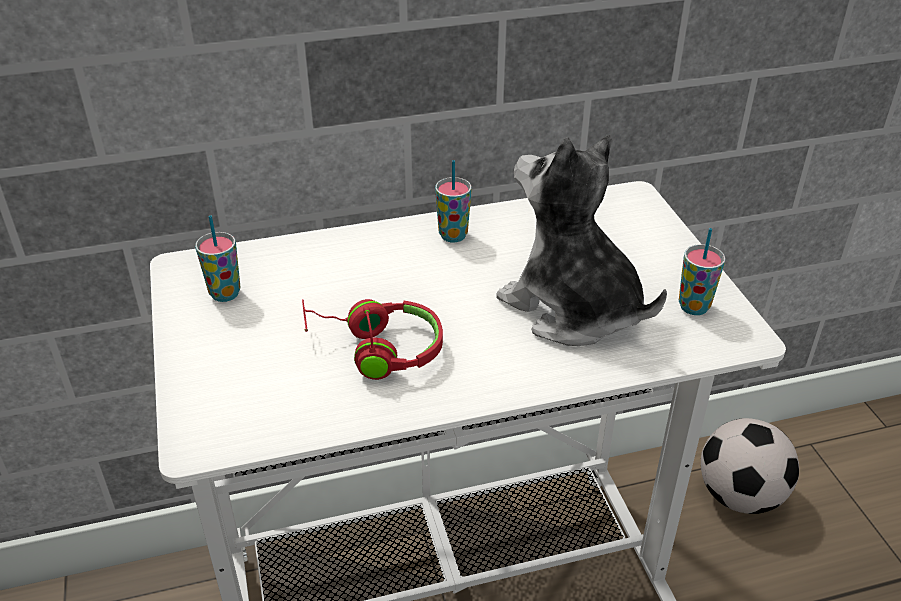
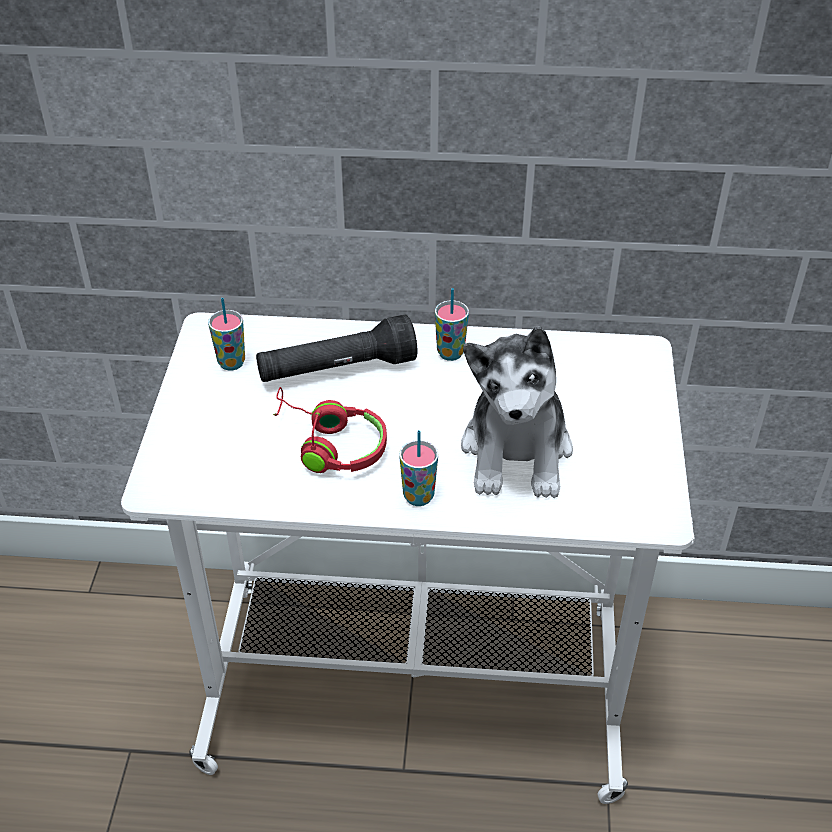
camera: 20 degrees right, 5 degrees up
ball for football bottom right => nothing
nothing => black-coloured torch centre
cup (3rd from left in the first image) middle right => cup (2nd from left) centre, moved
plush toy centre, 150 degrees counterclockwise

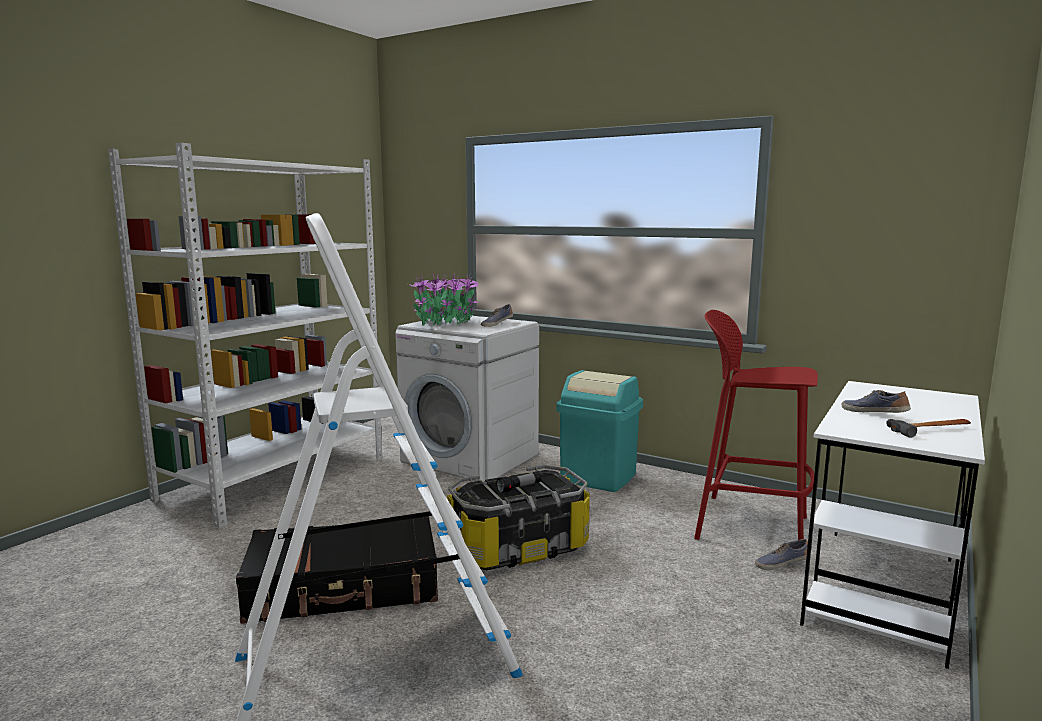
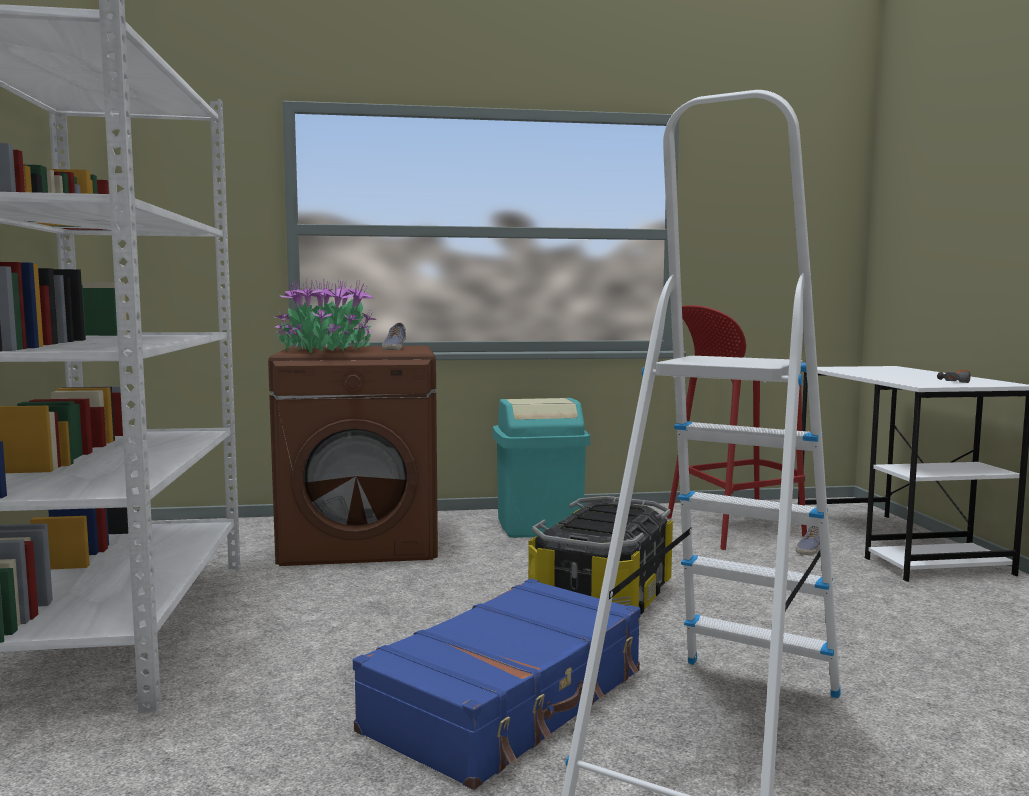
camera: 40 degrees left, 5 degrees down
torch bottom centre => nothing
low shoe (3rd from left) middle right => nothing
black-coloured suitcase bottom left => blue suitcase bottom centre
white-coloured laundry machine centre => brownish laundry machine centre

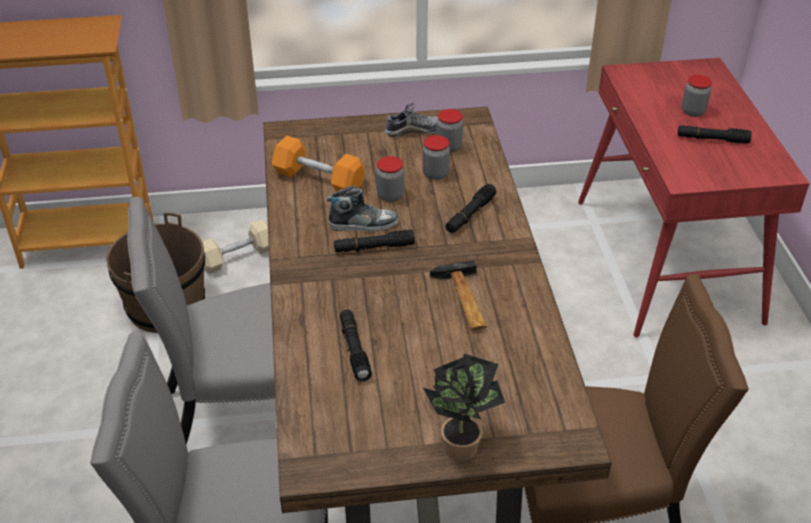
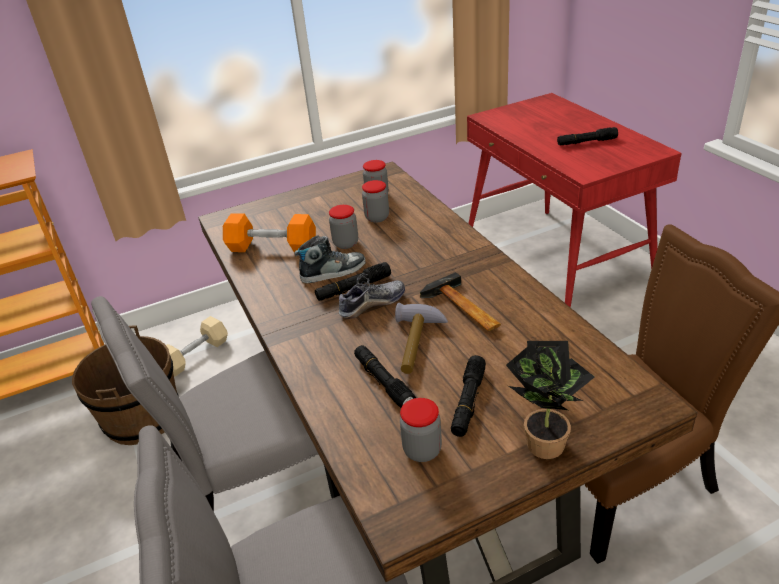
camera: 15 degrees left, 5 degrees down
nothing => hammer (1st from left) centre
low shoe (2nd from left) top centre => low shoe (2nd from left) centre, moved
black-coloured torch (3rd from left) centre => black-coloured torch (3rd from left) bottom centre, moved
preserve jar (4th from left) top right => preserve jar (4th from left) bottom centre, moved

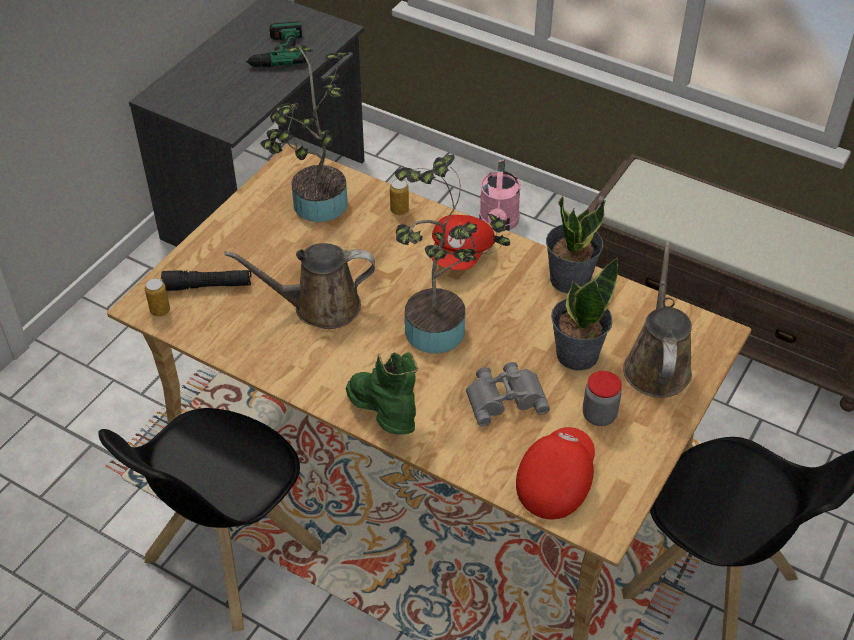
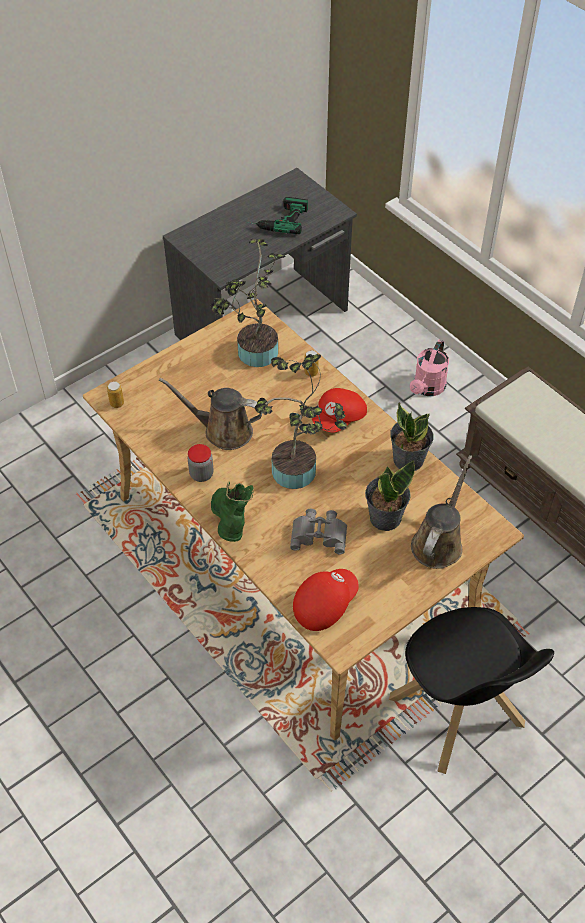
camera: 20 degrees right, 5 degrees up
black-coloured upright chair (1st from left) bottom left => nothing
black-coloured torch middle left => nothing
preserve jar middle right => preserve jar centre, moved

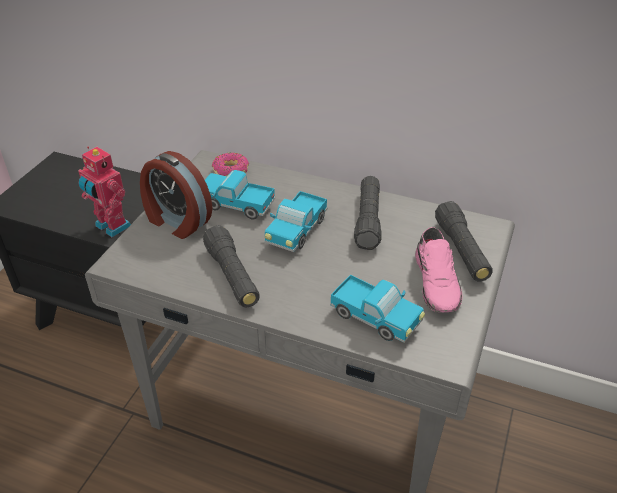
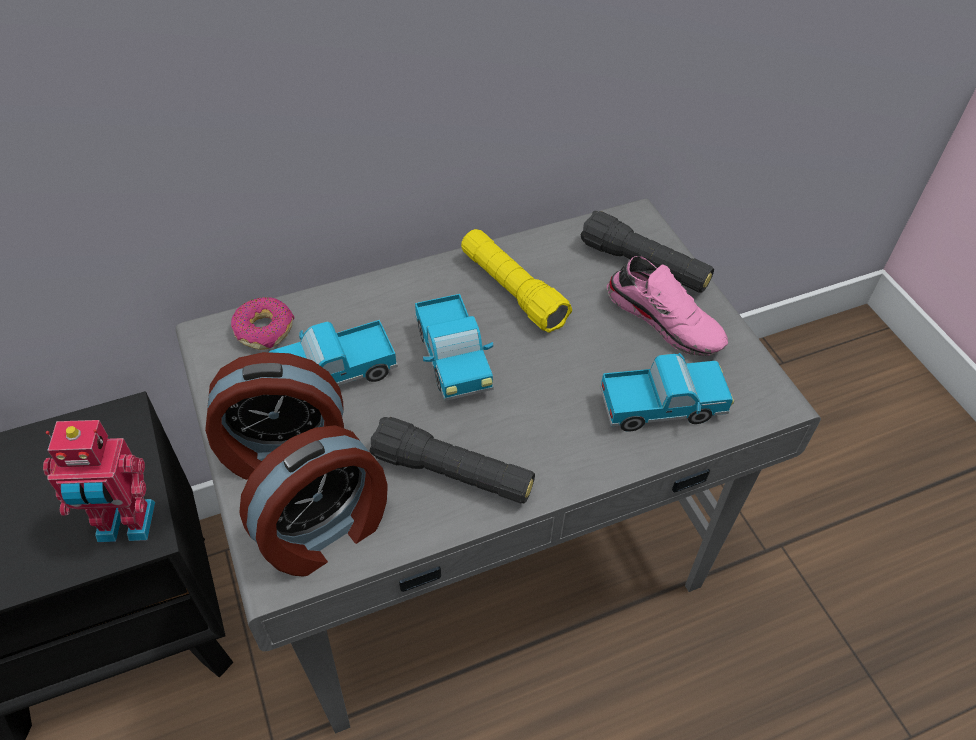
camera: 45 degrees left, 10 degrees up
nothing => bedside clock (2nd from left) bottom left
black-coloured torch (2nd from left) centre => yellow torch centre

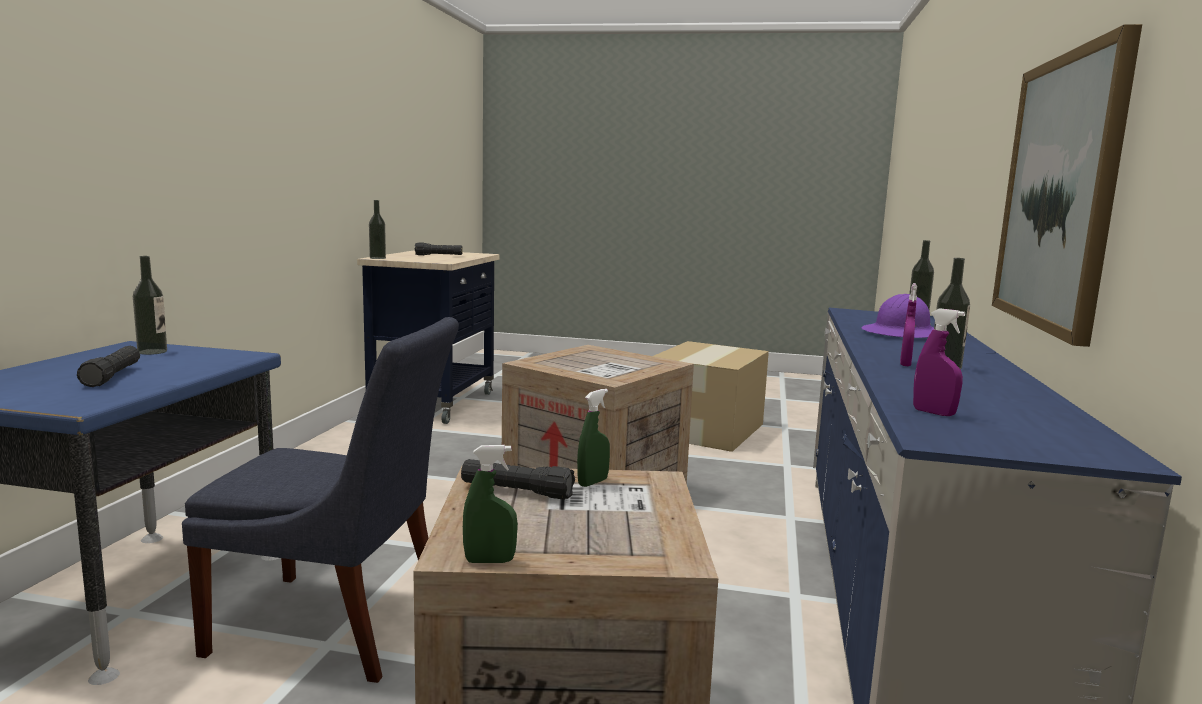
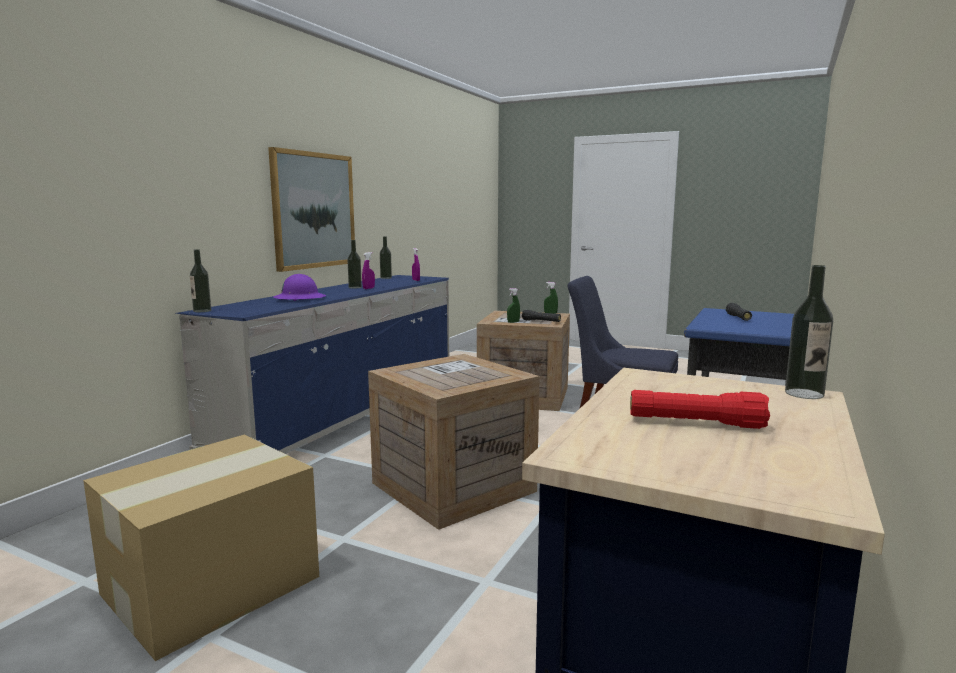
camera: 165 degrees left, 0 degrees up
drink bottle (1st from left in the first image) middle left => drink bottle (3rd from left) centre, moved
black-coloured torch (2nd from left) centre => reddish torch middle right

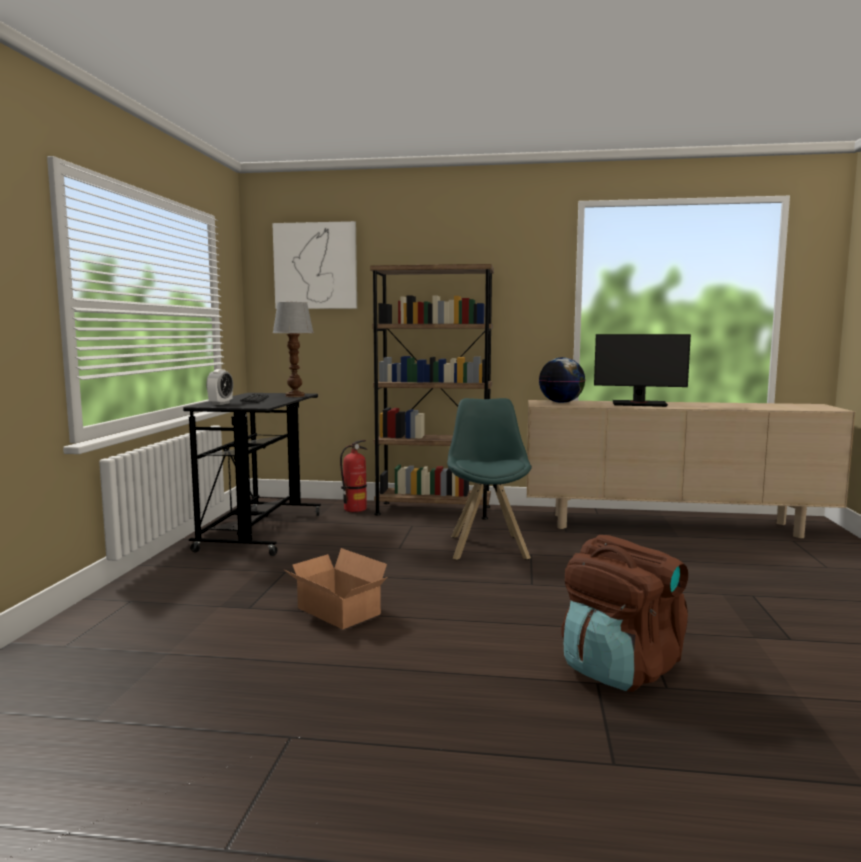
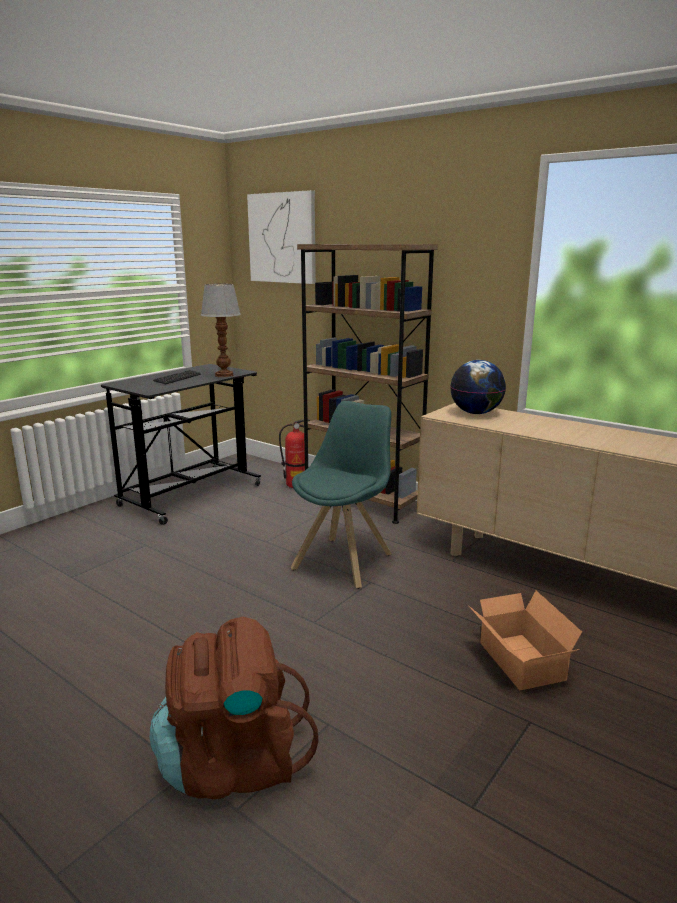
camera: 30 degrees right, 10 degrees up
bedside clock middle left => nothing
monitor middle right => nothing
cardboard box bottom centre => cardboard box bottom right, moved

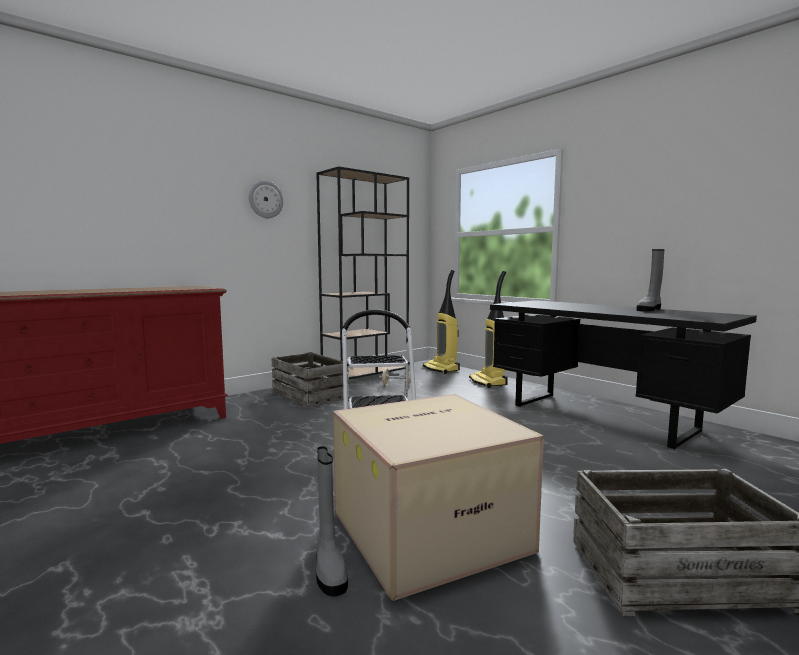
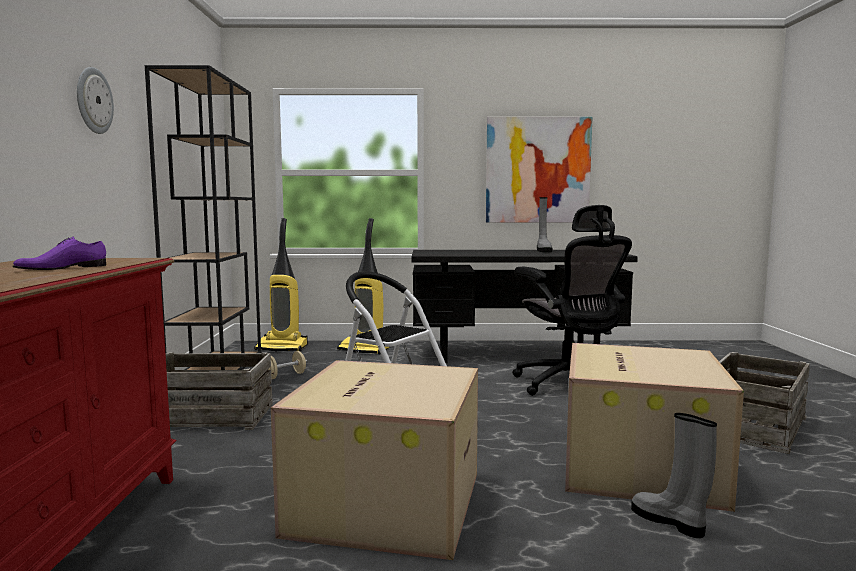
camera: 50 degrees left, 0 degrees up
nothing => purple low shoe middle left
nothing => cardboard box (1st from left) bottom centre
nothing => wall picture top centre
nothing => computer chair middle right
greyish tall boot (1st from left in the first image) bottom centre => greyish tall boot (2nd from left) bottom right, 150 degrees counterclockwise

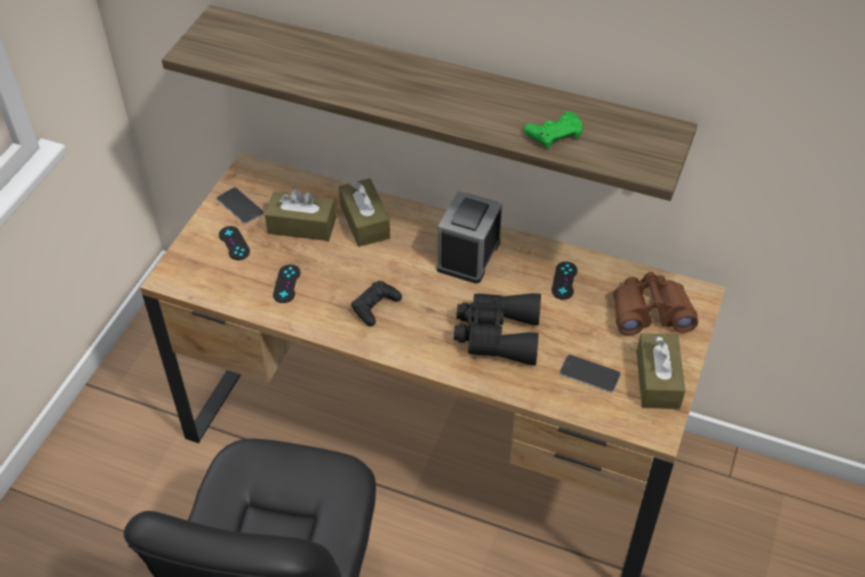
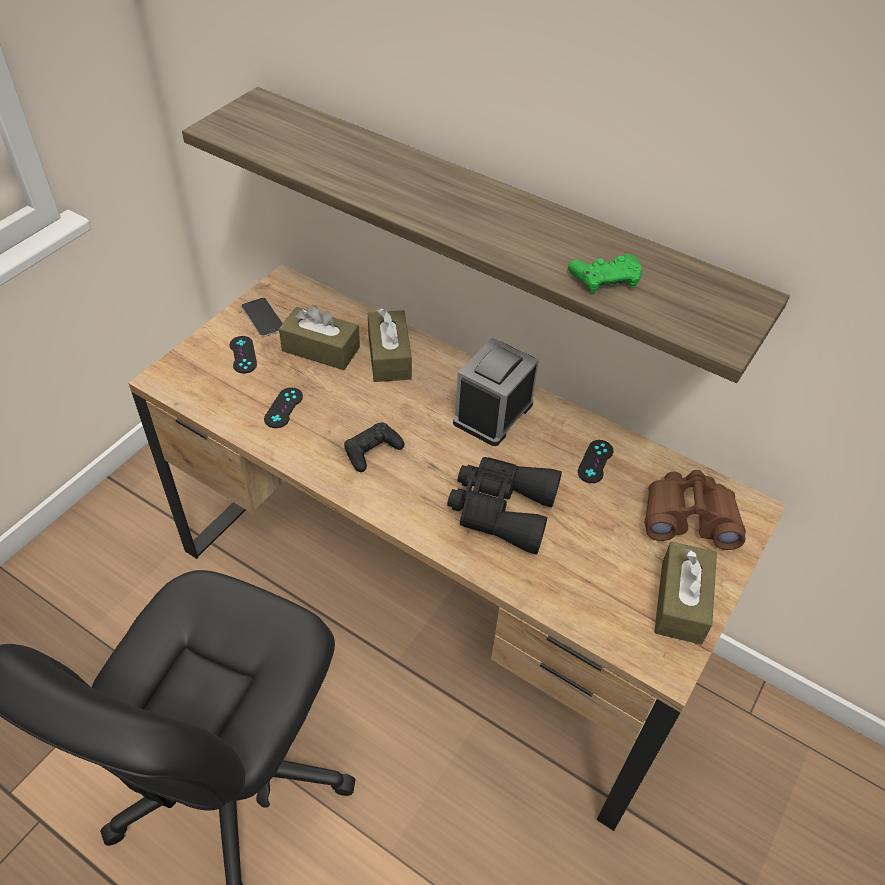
camera: 10 degrees right, 0 degrees up
phone (2nd from left) middle right => nothing

